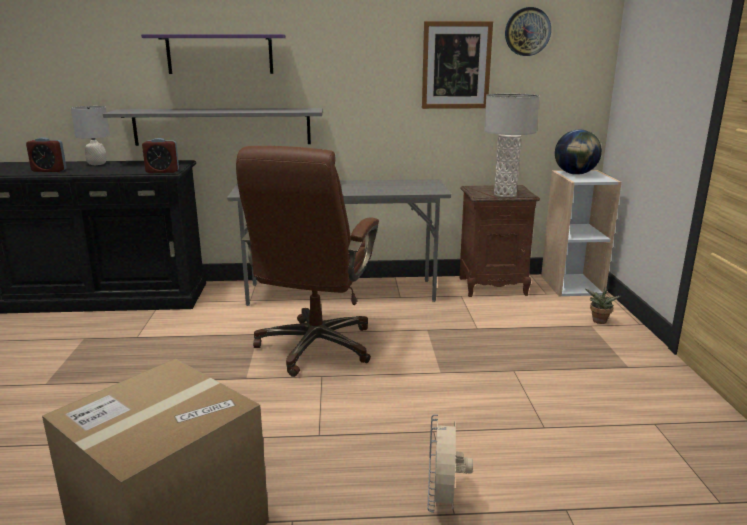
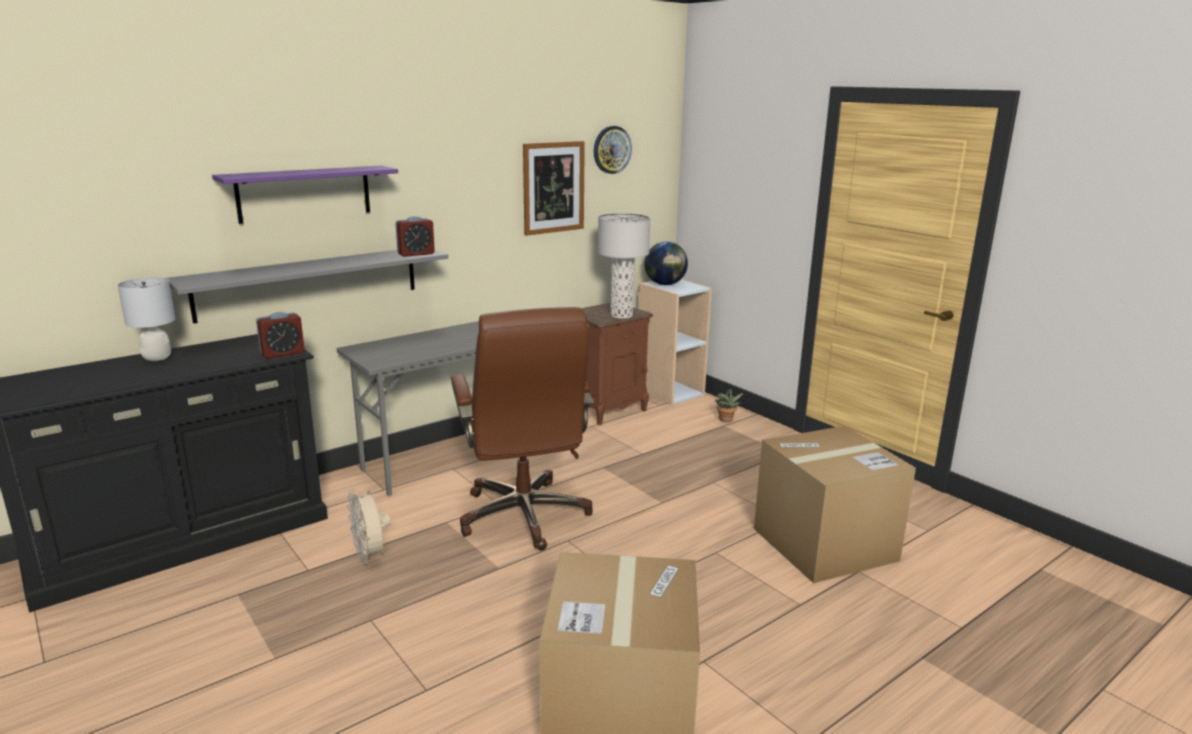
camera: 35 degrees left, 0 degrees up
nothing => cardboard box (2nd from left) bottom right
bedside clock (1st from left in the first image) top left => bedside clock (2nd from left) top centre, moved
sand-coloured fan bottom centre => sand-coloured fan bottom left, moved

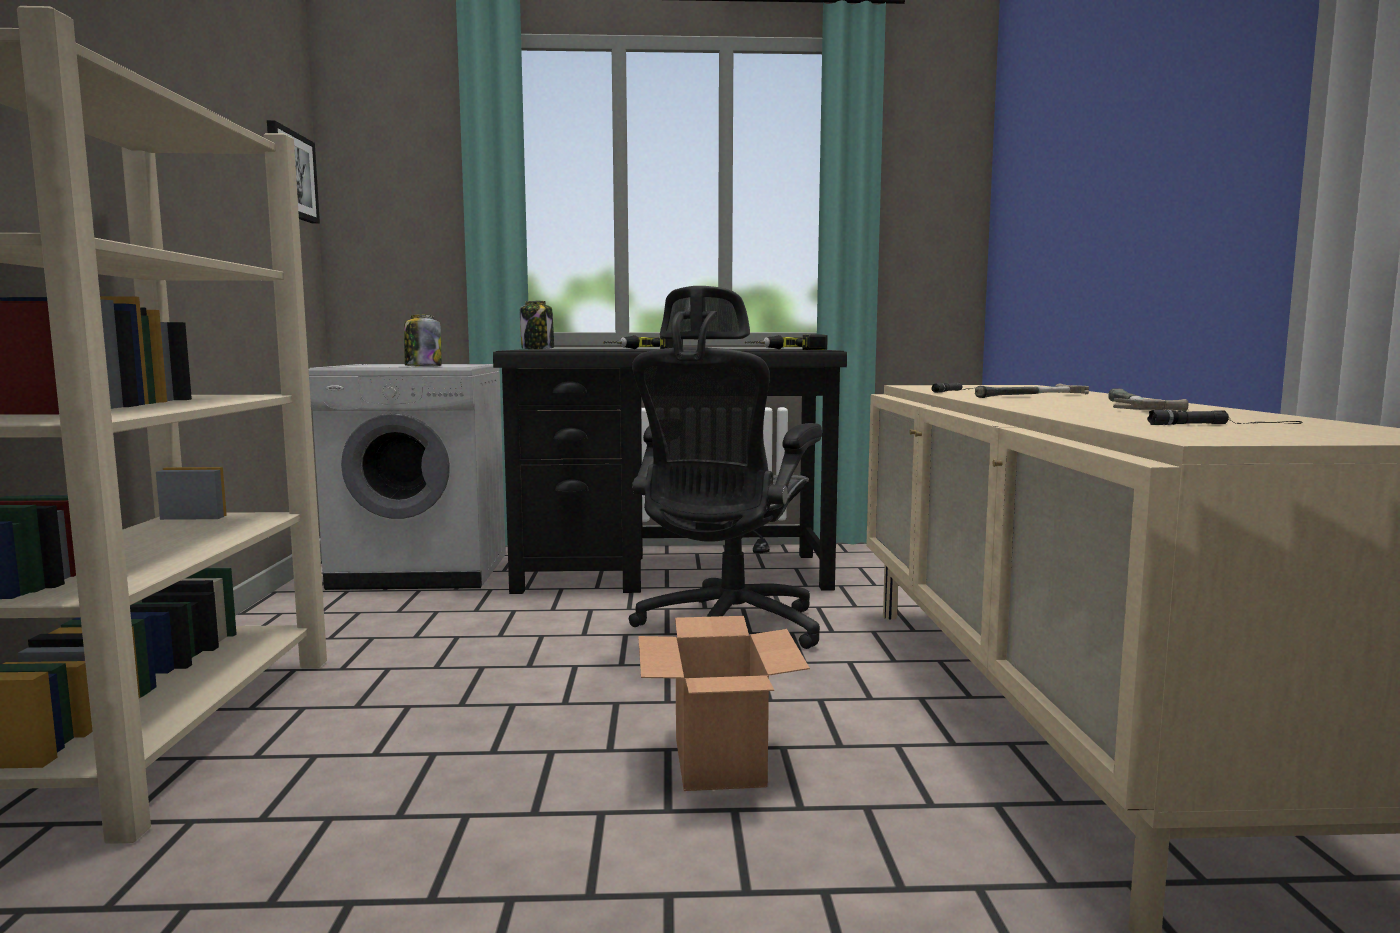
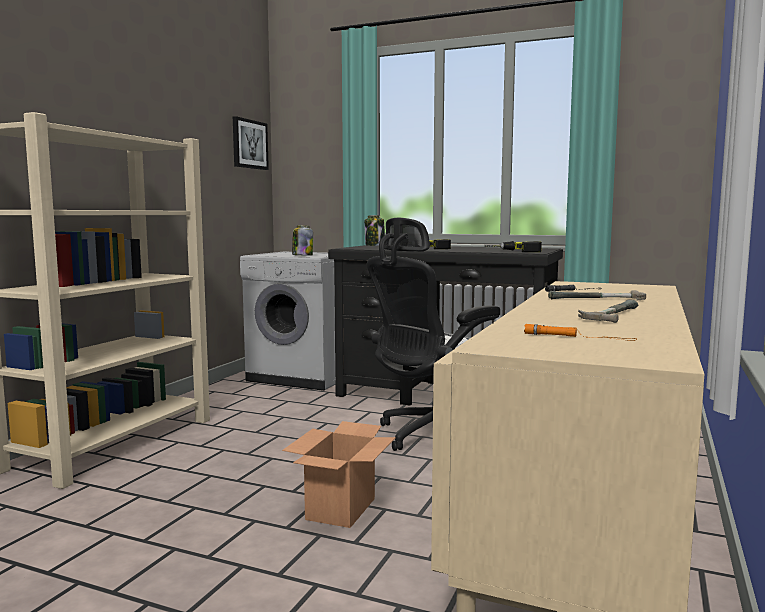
camera: 25 degrees right, 0 degrees up
black-coloured torch (2nd from left) middle right => orangey torch middle right

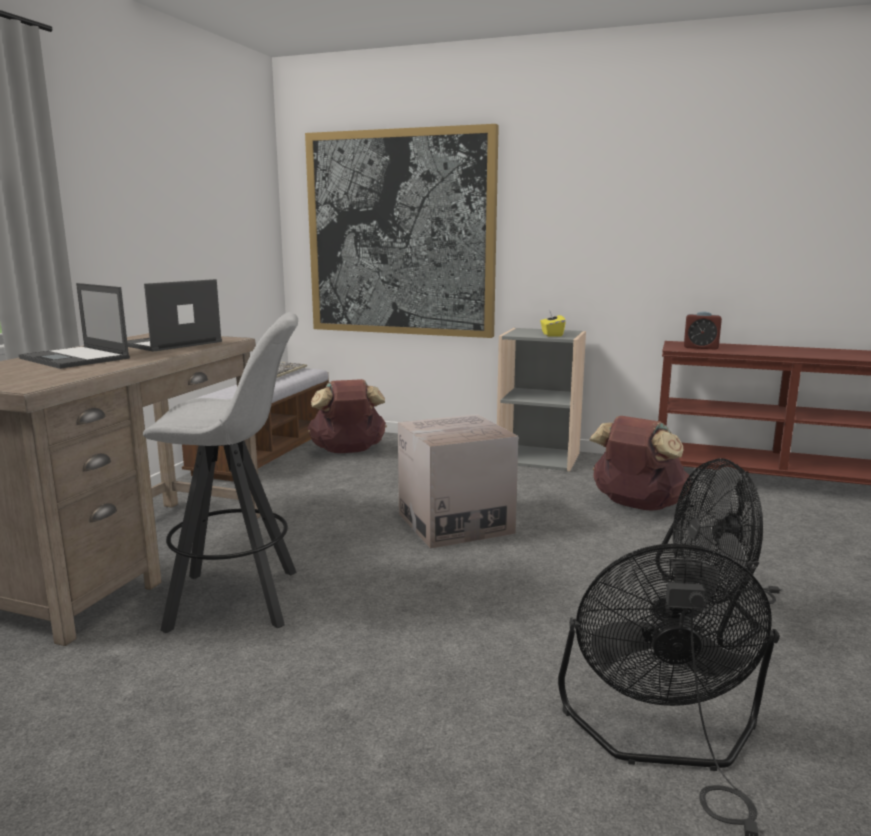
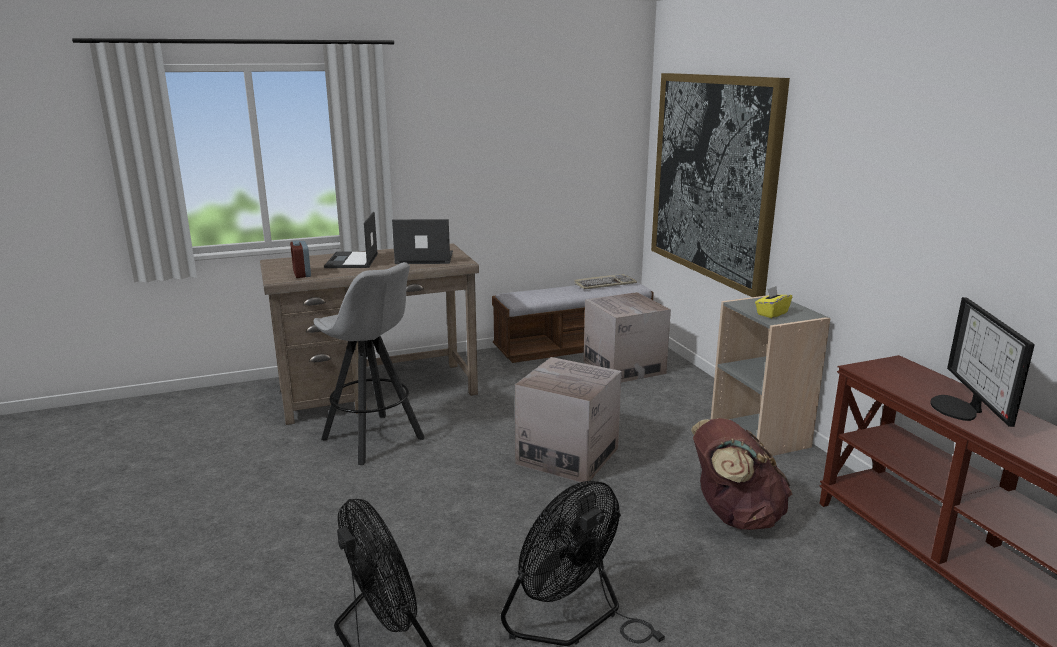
camera: 50 degrees right, 5 degrees up
nothing => monitor middle right
bedside clock middle right => bedside clock middle left, moved
brownish backpack (1st from left) centre => cardboard box (2nd from left) centre

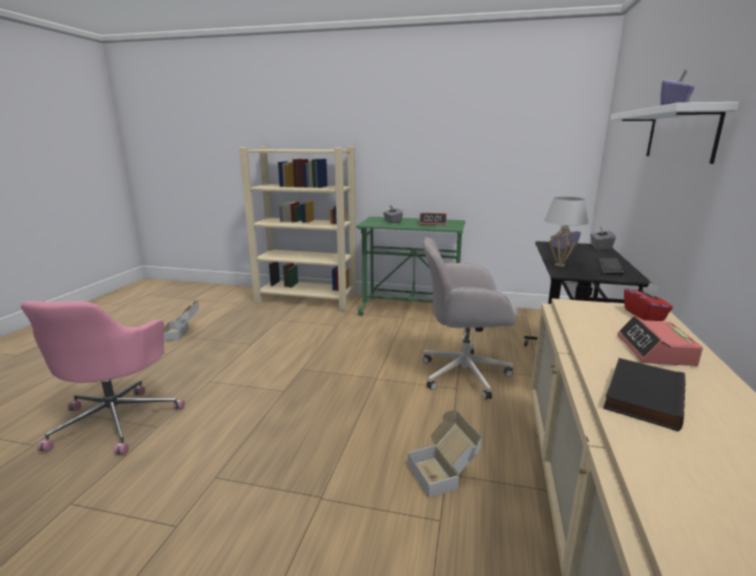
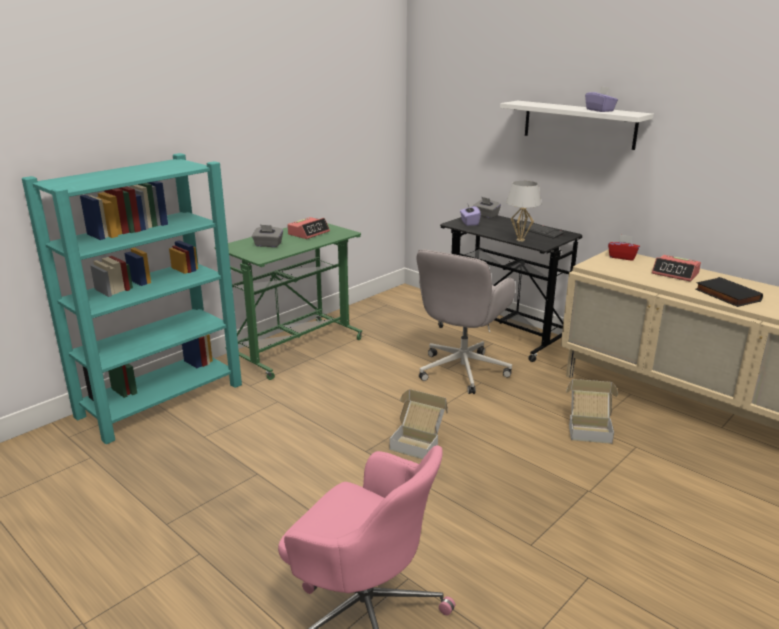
camera: 60 degrees left, 5 degrees up
cardboard box (1st from left) middle left => cardboard box (1st from left) bottom centre, moved
sand-coloured bookcase centre => blue-green bookcase middle left

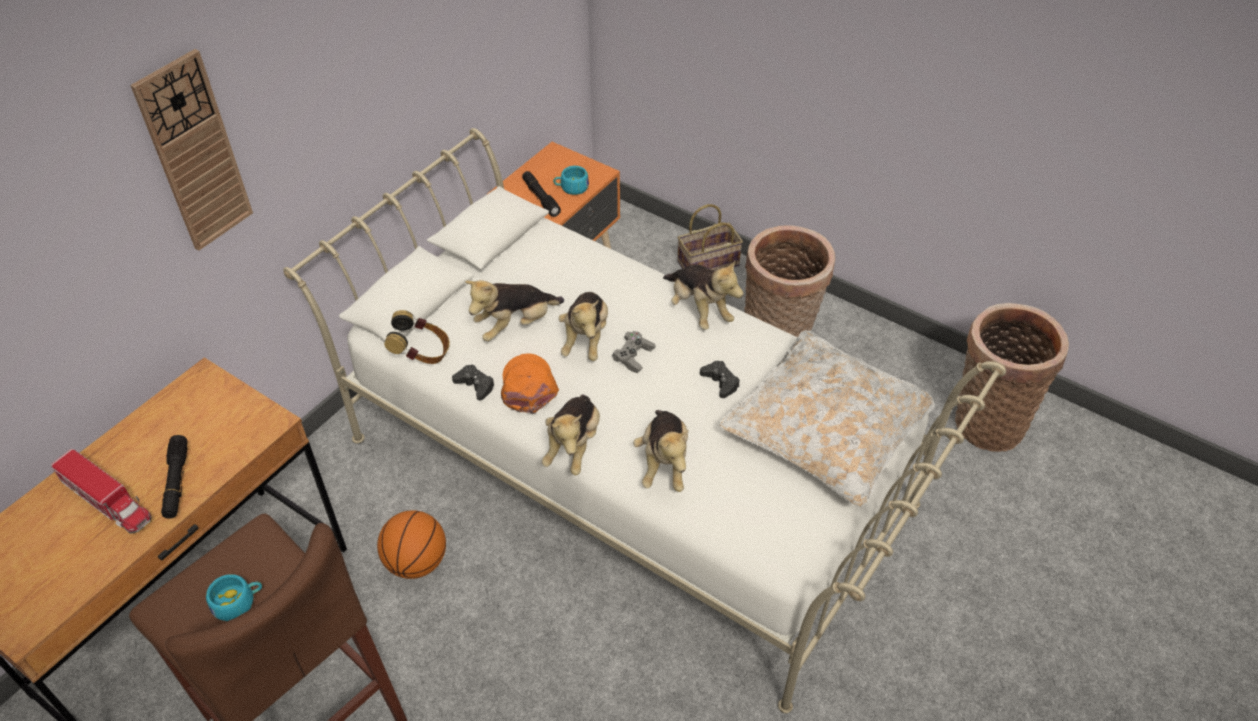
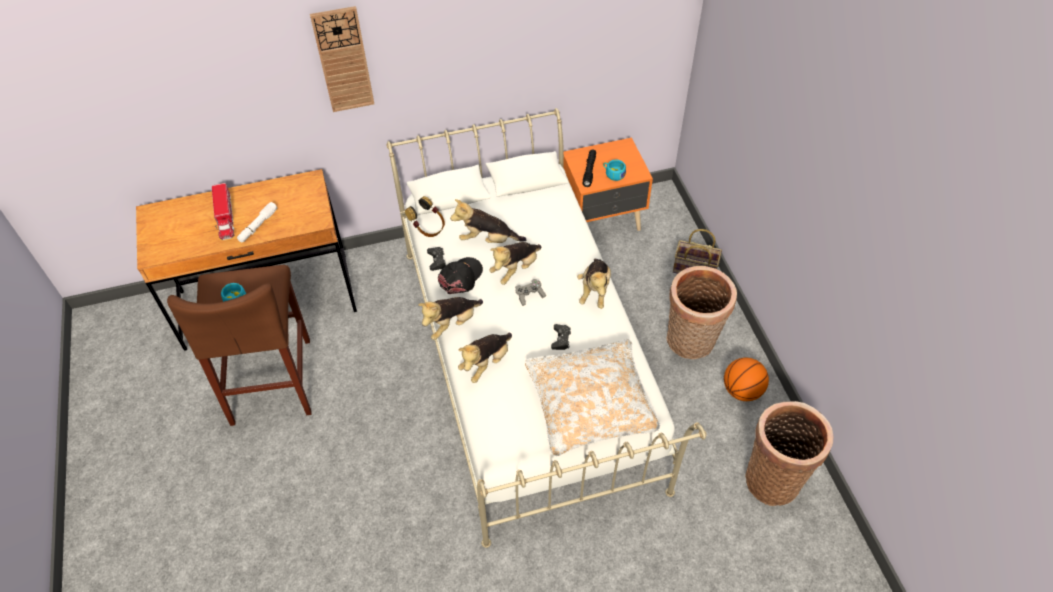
camera: 40 degrees right, 5 degrees up
ball for basketball bottom left => ball for basketball middle right, moved
black-coloured torch (1st from left) middle left => white-coloured torch middle left
orangey baseball cap centre => black-coloured baseball cap centre

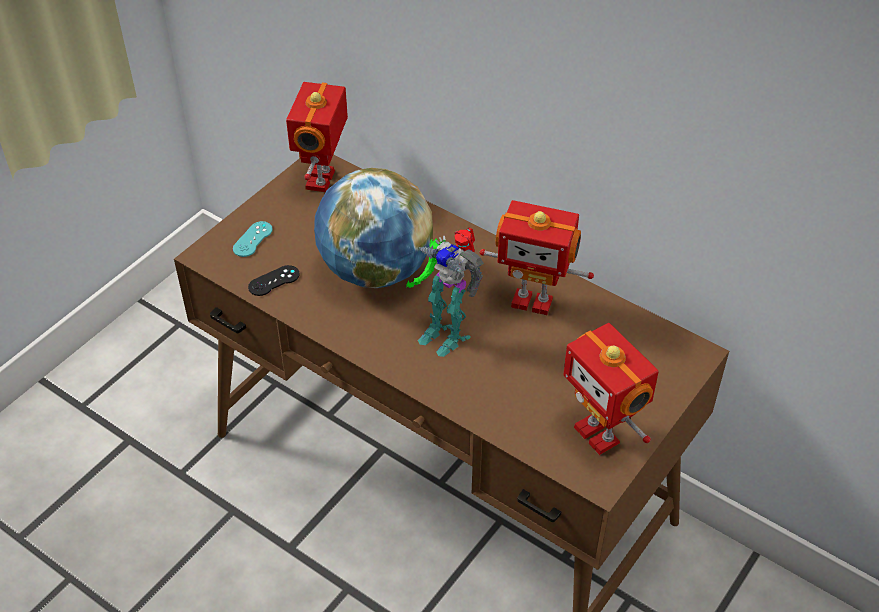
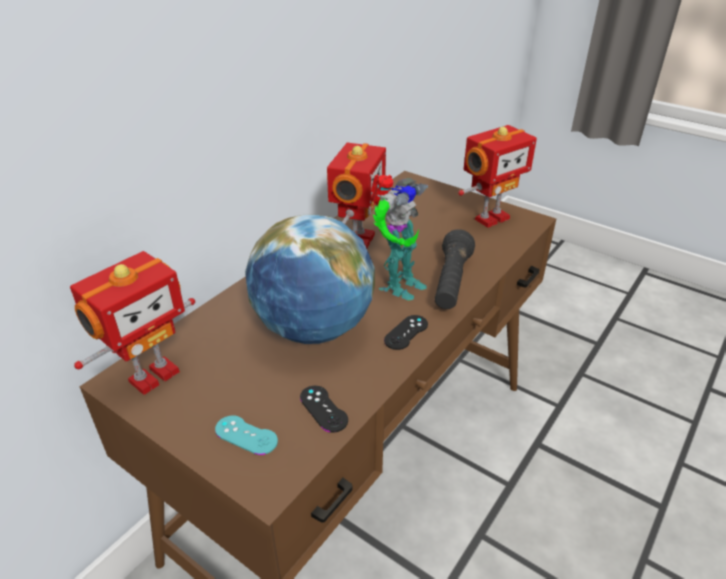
camera: 90 degrees left, 10 degrees down
nothing => black-coloured game controller (2nd from left) centre
nothing => black-coloured torch centre
model robot (1st from left) top centre => model robot (1st from left) middle left, 60 degrees counterclockwise

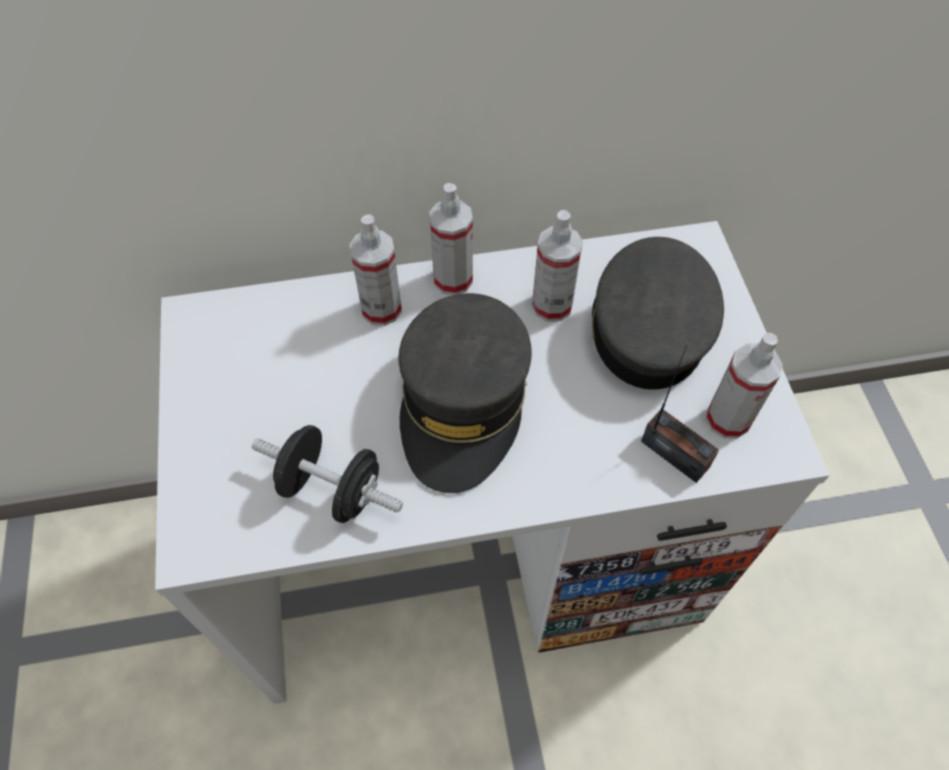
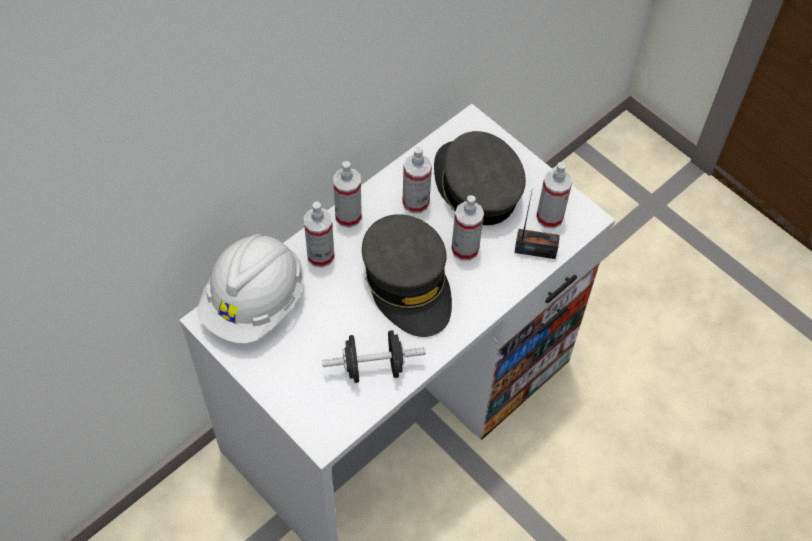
camera: 35 degrees left, 0 degrees up
nothing => white-coloured safety helmet middle left
nothing => spray bottle (4th from left) centre

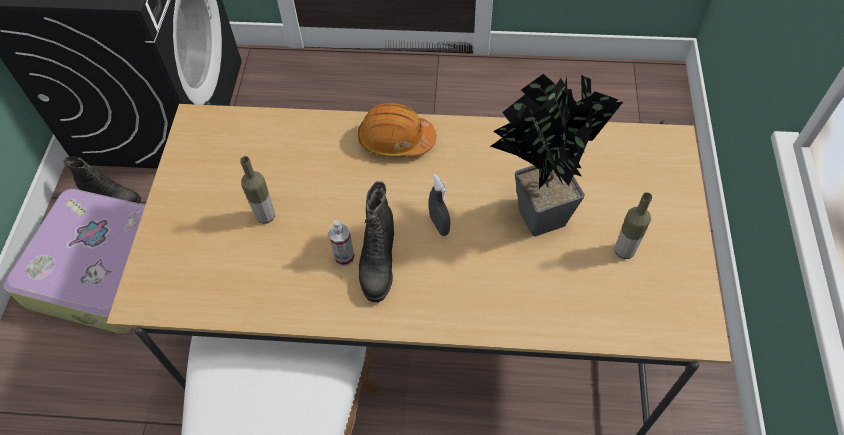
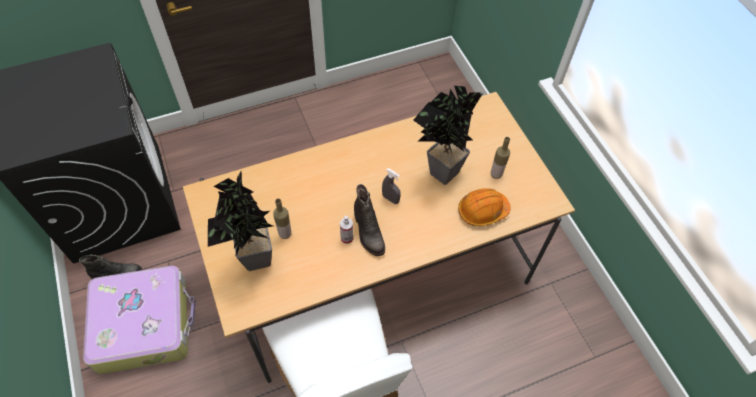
camera: 30 degrees left, 0 degrees up
nothing => potted plant (1st from left) middle left
orangey safety helmet top centre => orangey safety helmet centre, moved

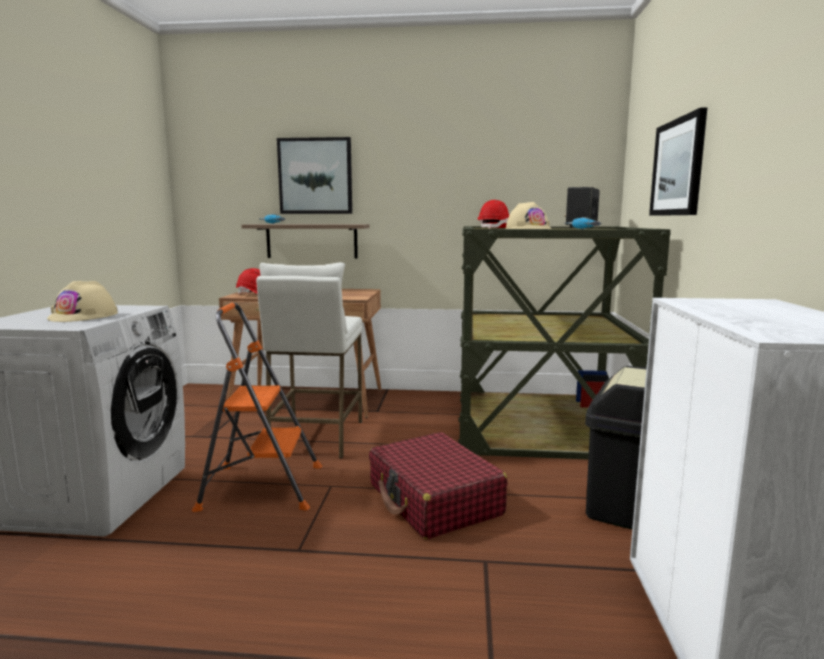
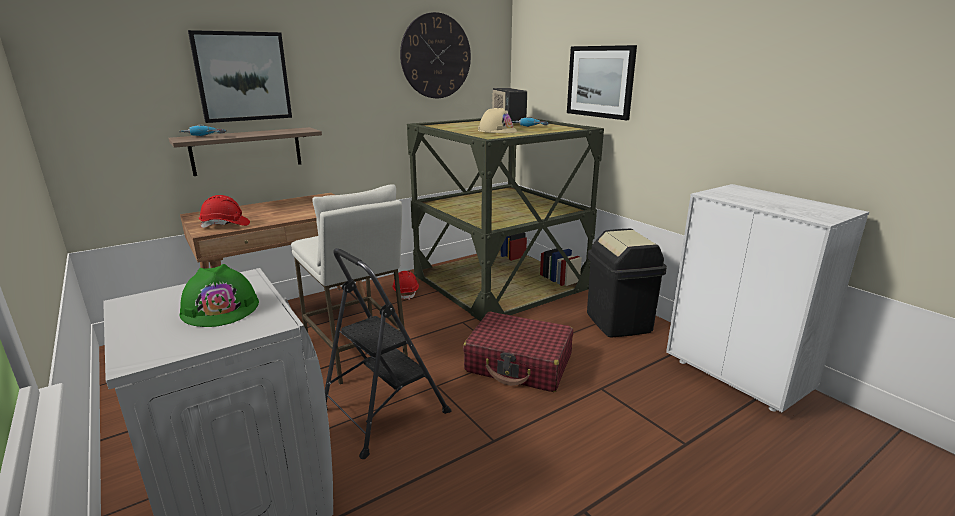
camera: 40 degrees left, 10 degrees up
nothing => wall clock top centre
reddish safety helmet (2nd from left) top centre => reddish safety helmet (2nd from left) centre, moved
sand-coloured safety helmet (1st from left) middle left => green safety helmet middle left
orangey step stool middle left => black-coloured step stool bottom centre

